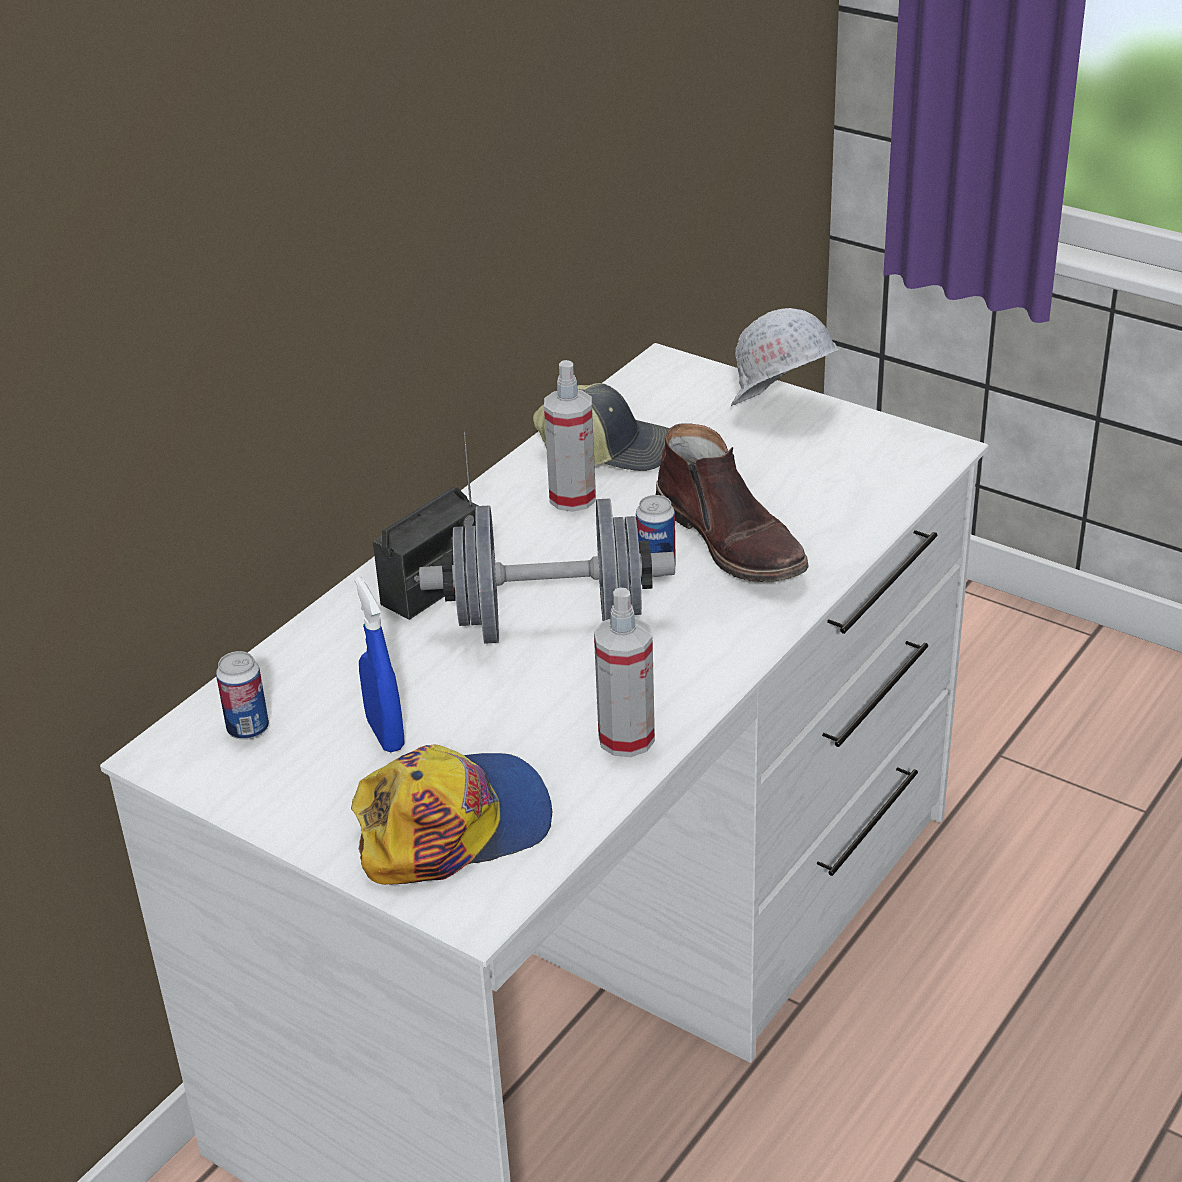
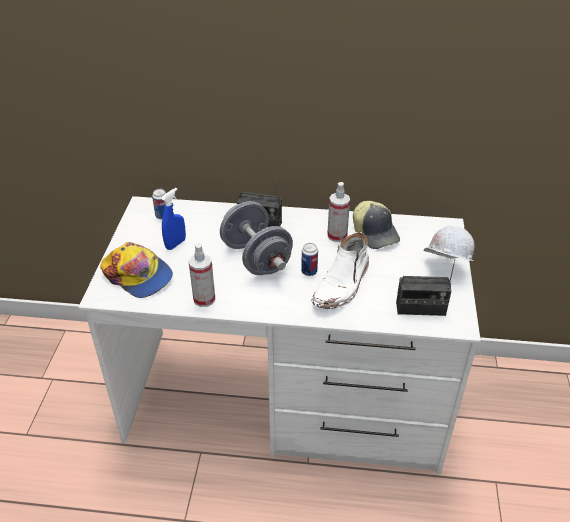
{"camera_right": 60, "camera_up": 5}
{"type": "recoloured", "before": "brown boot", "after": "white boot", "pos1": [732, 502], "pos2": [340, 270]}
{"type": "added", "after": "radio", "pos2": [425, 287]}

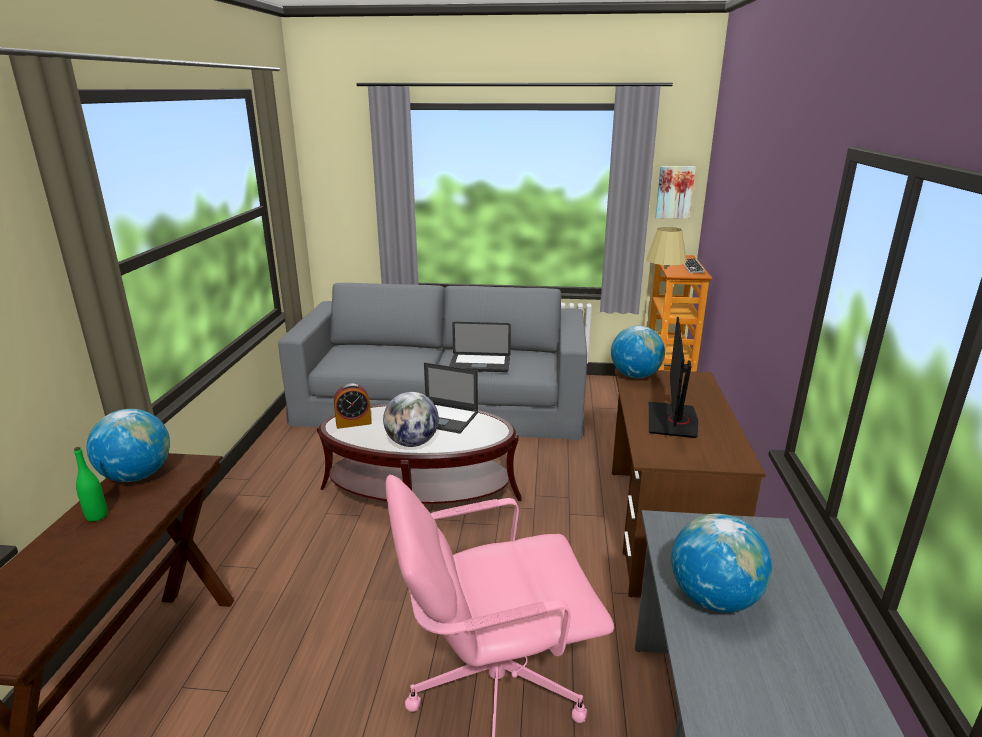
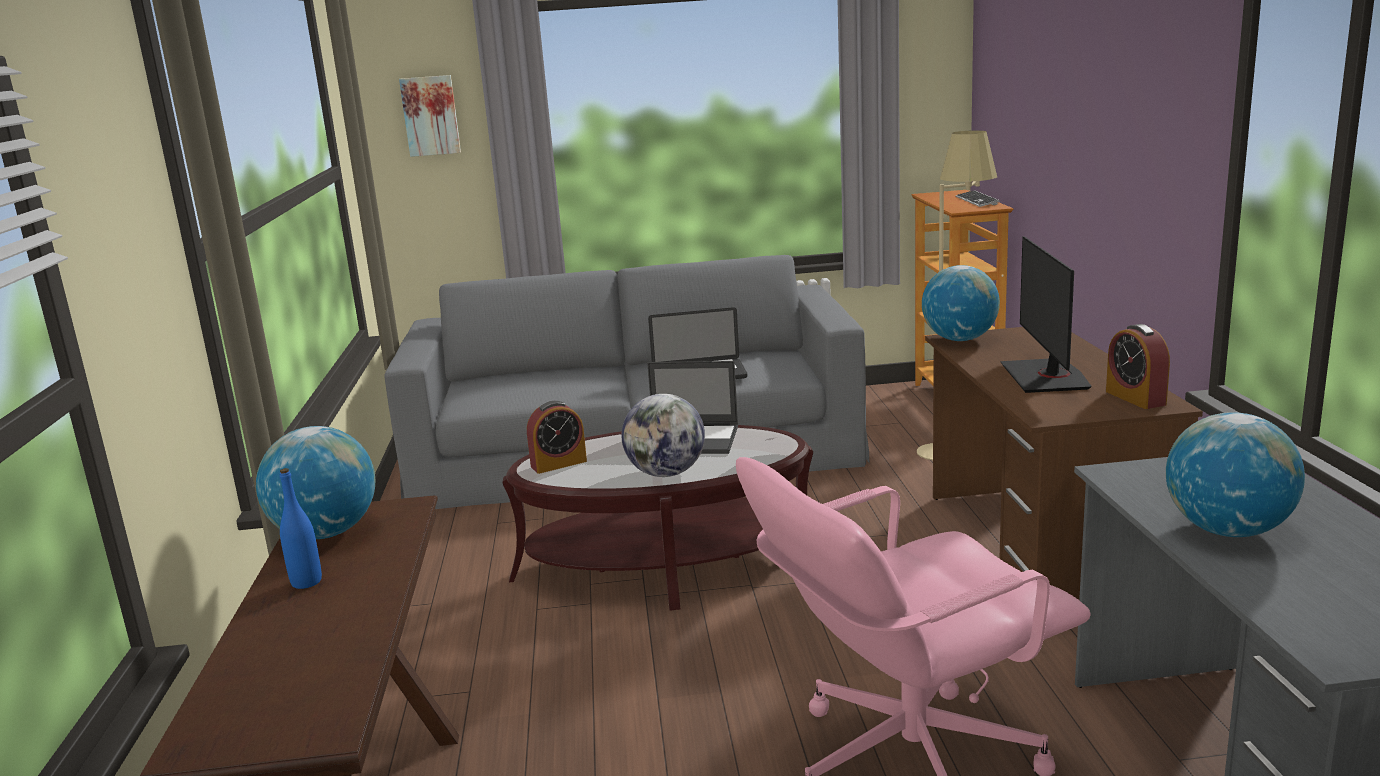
{"camera_right": -10, "camera_up": -5}
{"type": "recoloured", "before": "green bottle", "after": "blue bottle", "pos1": [90, 484], "pos2": [301, 528]}
{"type": "moved", "before": "picture", "pos1": [675, 192], "pos2": [430, 116]}
{"type": "added", "after": "alarm clock", "pos2": [1138, 366]}

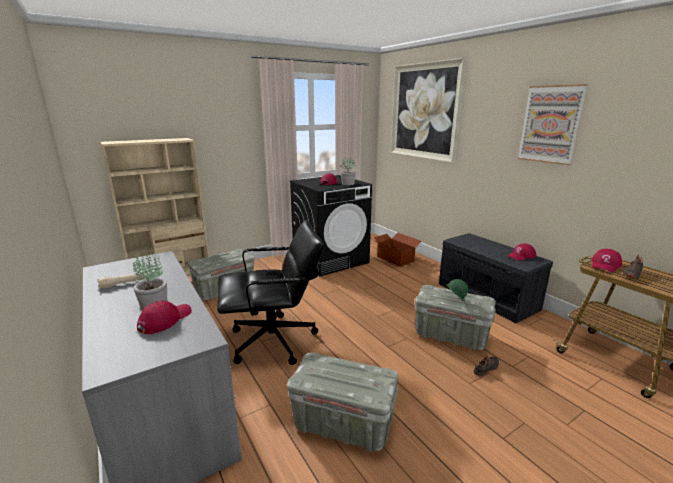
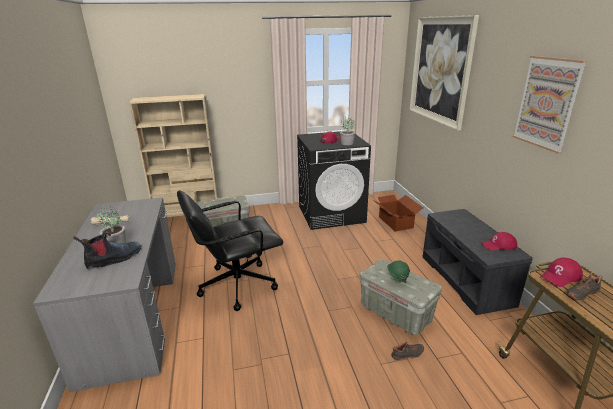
{"camera_right": 20, "camera_up": 5}
{"type": "replaced", "before": "red cap", "after": "boot", "pos1": [164, 317], "pos2": [107, 250]}
{"type": "turned", "before": "black office chair", "pos1": [270, 292], "pos2": [230, 250], "turn": 150}
{"type": "removed", "before": "grey storage box", "pos1": [343, 402]}

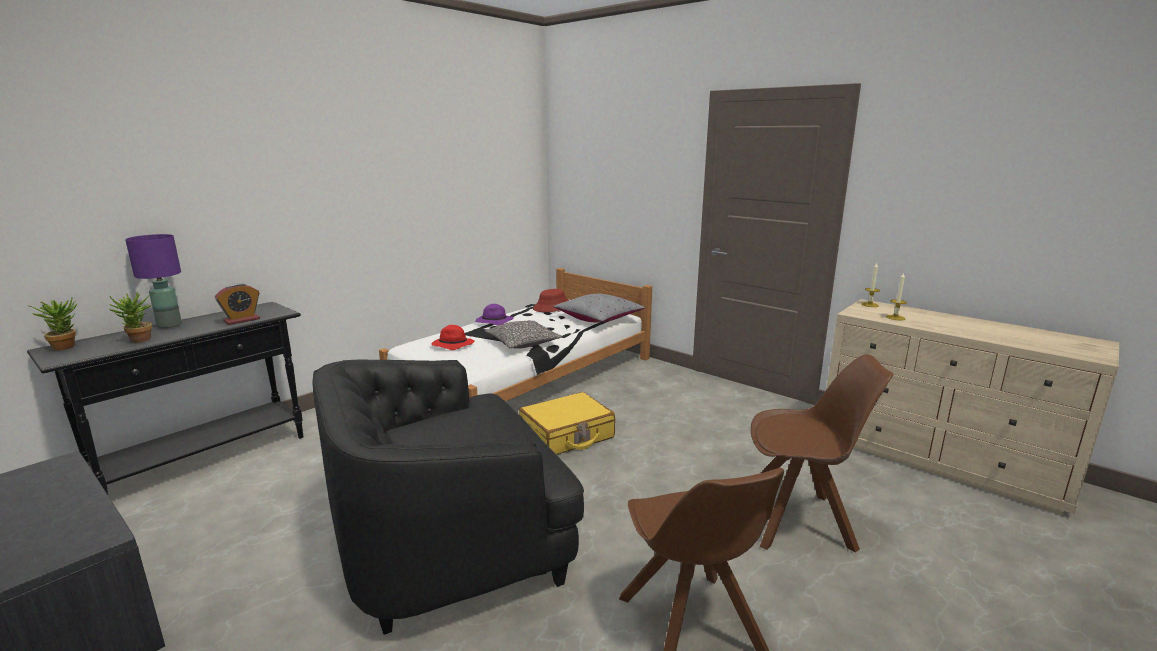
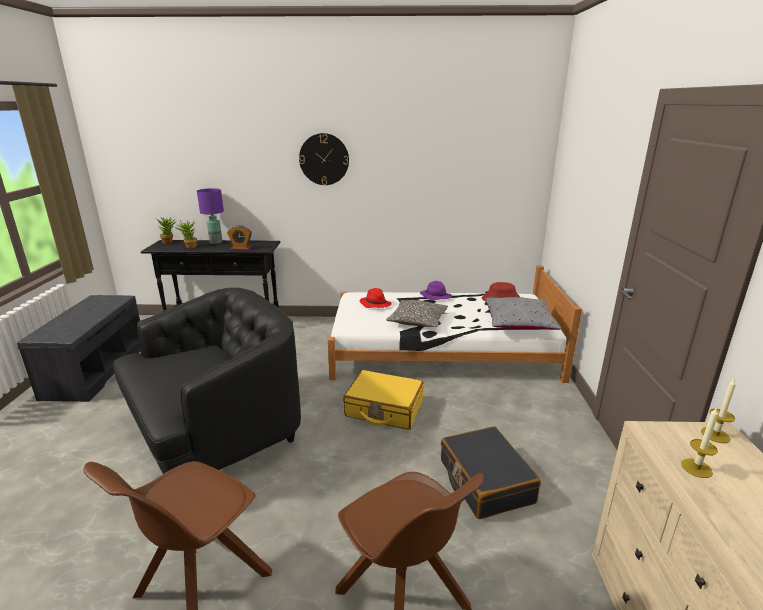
{"camera_right": 50, "camera_up": 5}
{"type": "turned", "before": "black armchair", "pos1": [448, 497], "pos2": [207, 380], "turn": 120}
{"type": "added", "after": "wall clock", "pos2": [324, 159]}
{"type": "added", "after": "black suitcase", "pos2": [491, 472]}

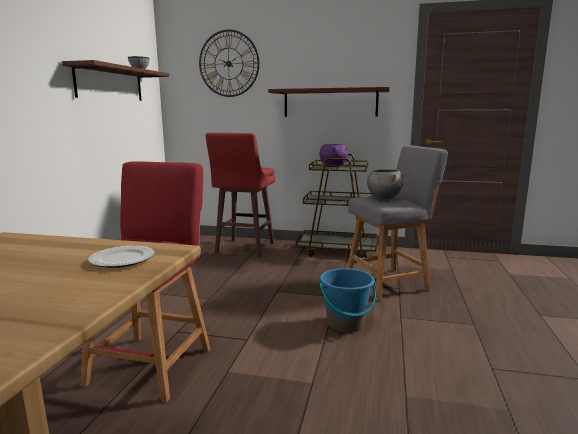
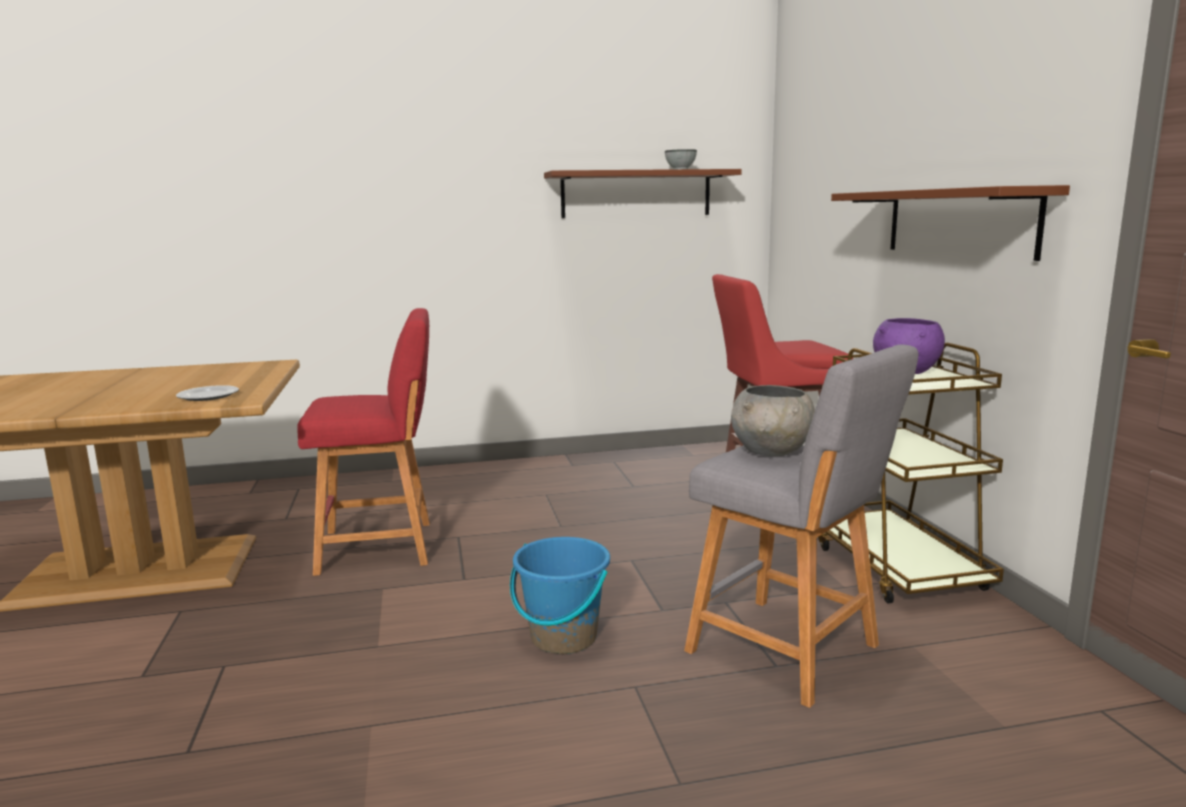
{"camera_right": 65, "camera_up": 0}
{"type": "removed", "before": "wall clock", "pos1": [229, 63]}

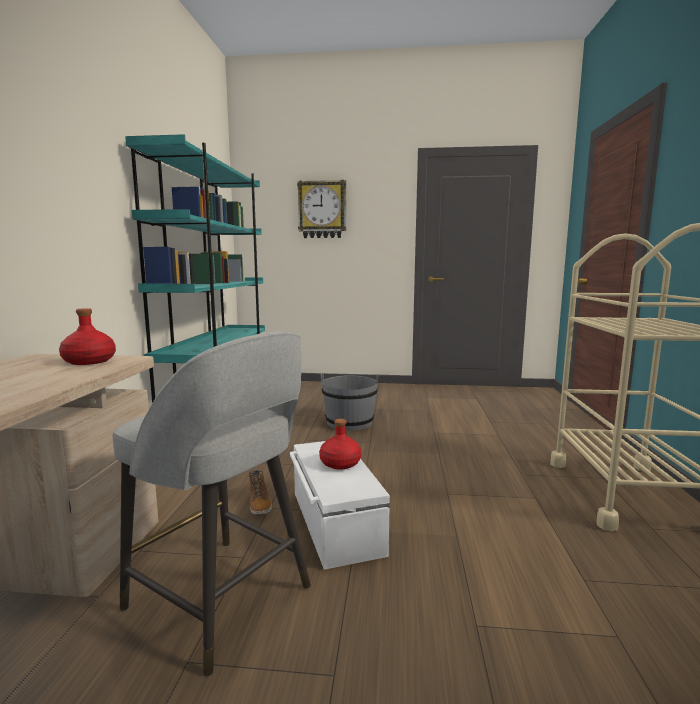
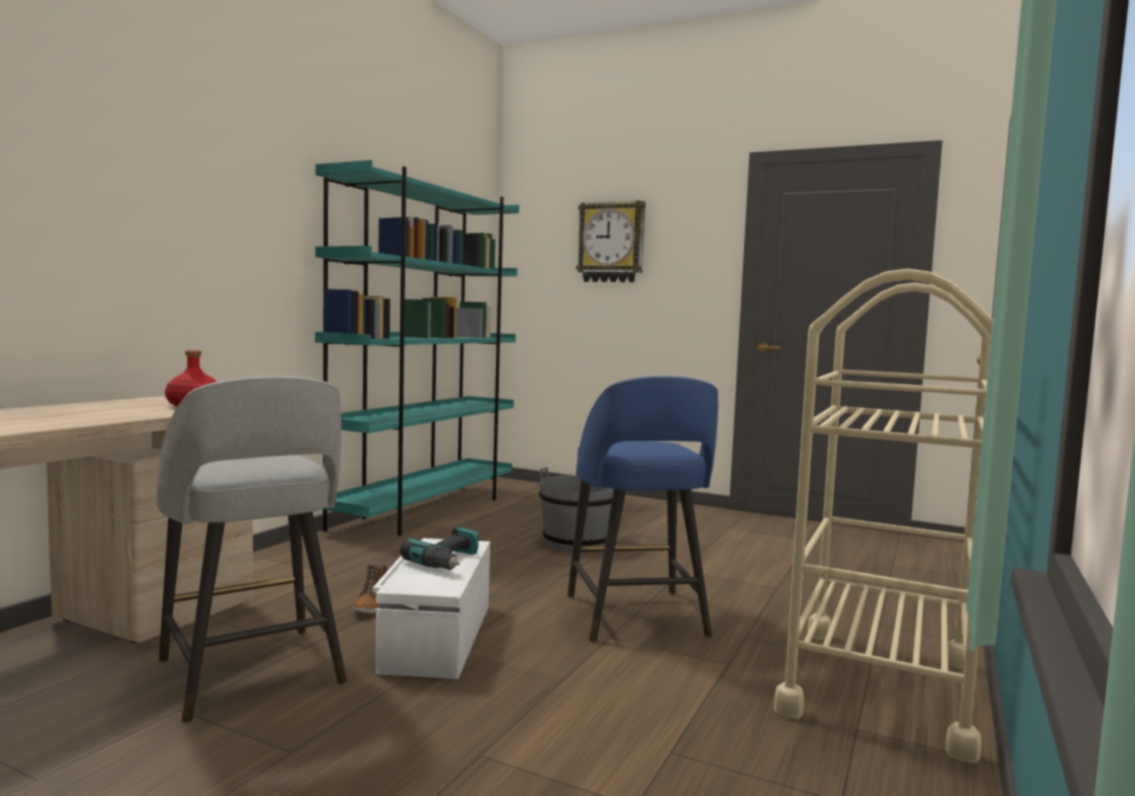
{"camera_right": 20, "camera_up": -5}
{"type": "replaced", "before": "red bottle", "after": "power drill", "pos1": [340, 444], "pos2": [439, 548]}
{"type": "added", "after": "blue stool", "pos2": [642, 509]}

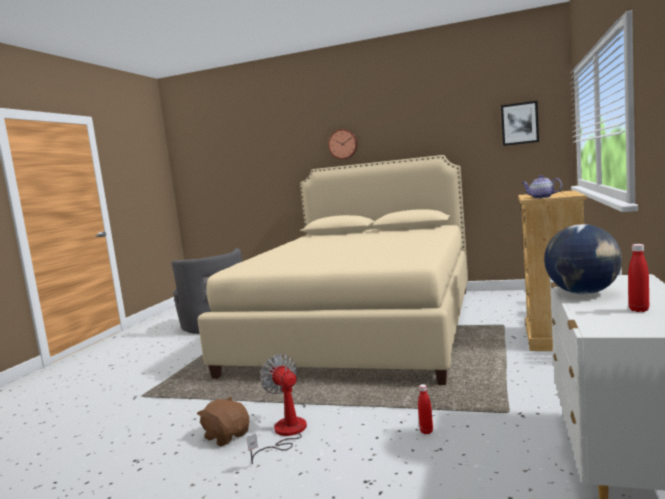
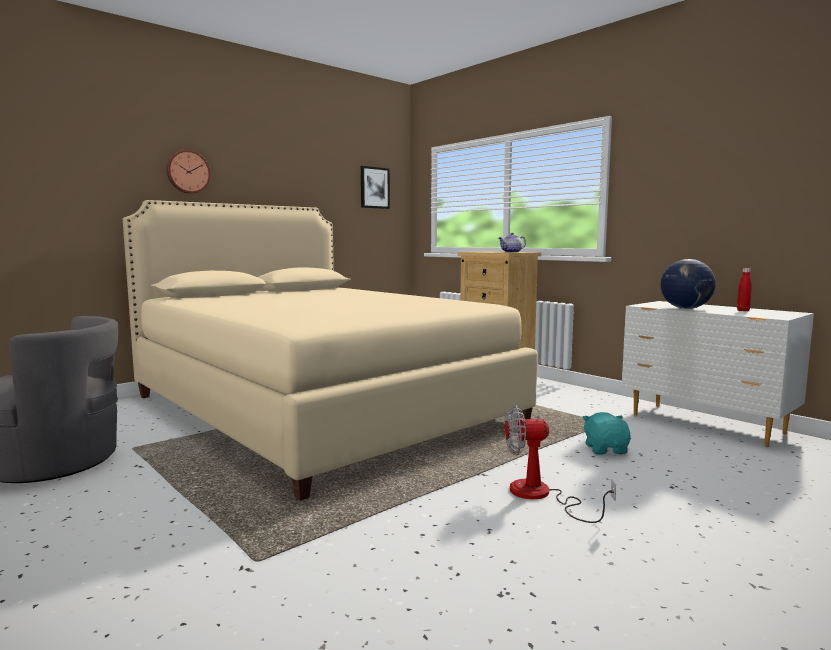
{"camera_right": -60, "camera_up": 0}
{"type": "replaced", "before": "red bottle", "after": "turquoise plush toy", "pos1": [425, 409], "pos2": [606, 433]}
{"type": "removed", "before": "brown plush toy", "pos1": [223, 422]}

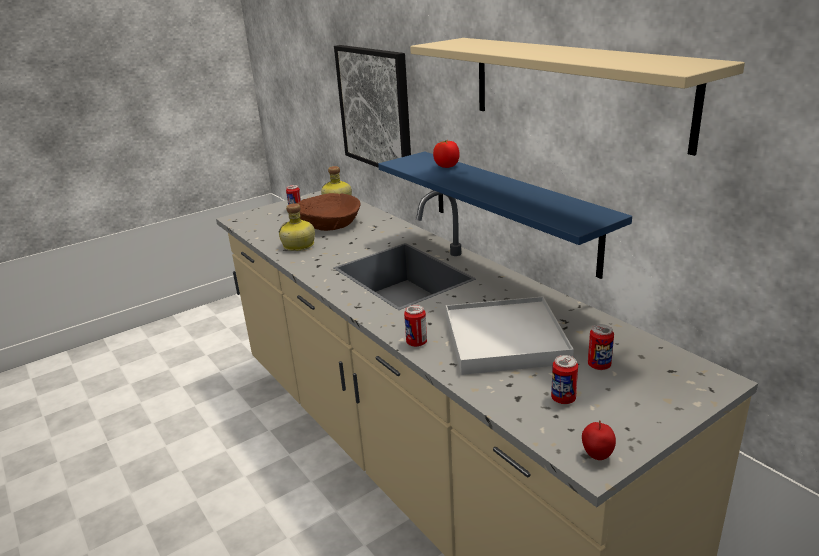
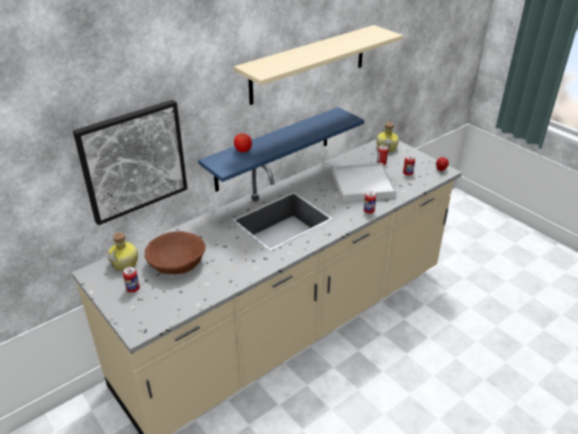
{"camera_right": -95, "camera_up": 10}
{"type": "moved", "before": "bottle", "pos1": [296, 227], "pos2": [387, 137]}

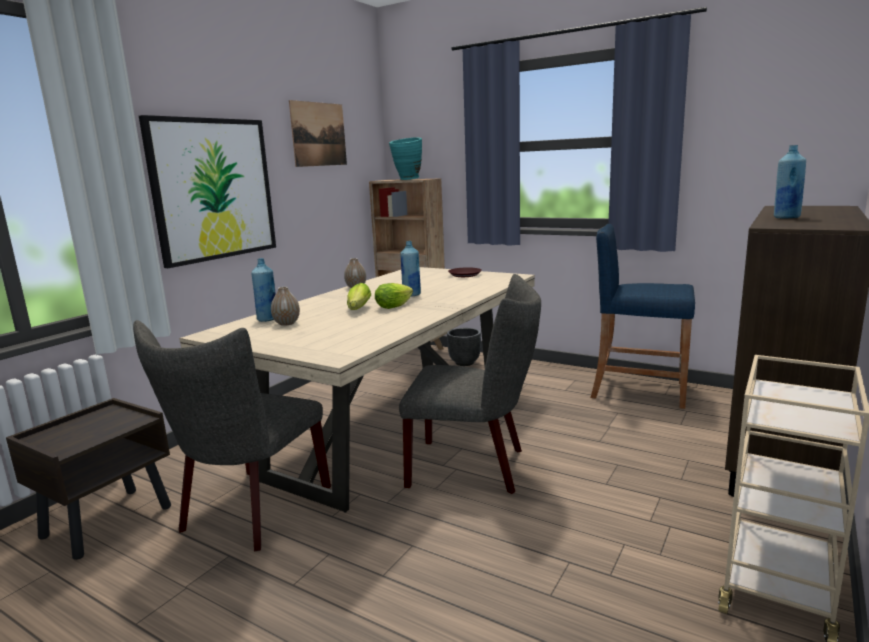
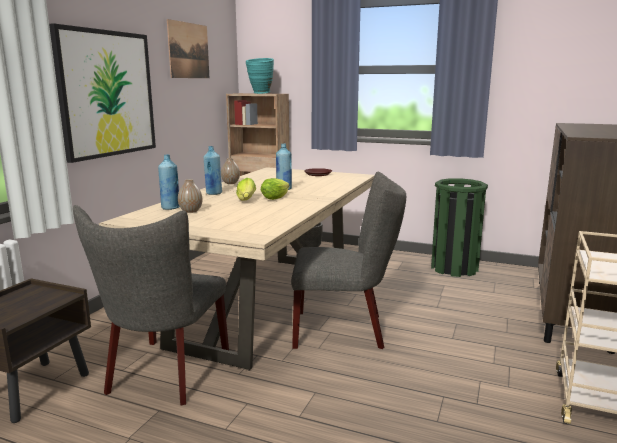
{"camera_right": -10, "camera_up": 0}
{"type": "moved", "before": "blue bottle", "pos1": [790, 181], "pos2": [213, 170]}
{"type": "replaced", "before": "blue stool", "after": "green trash can", "pos1": [642, 316], "pos2": [459, 227]}

